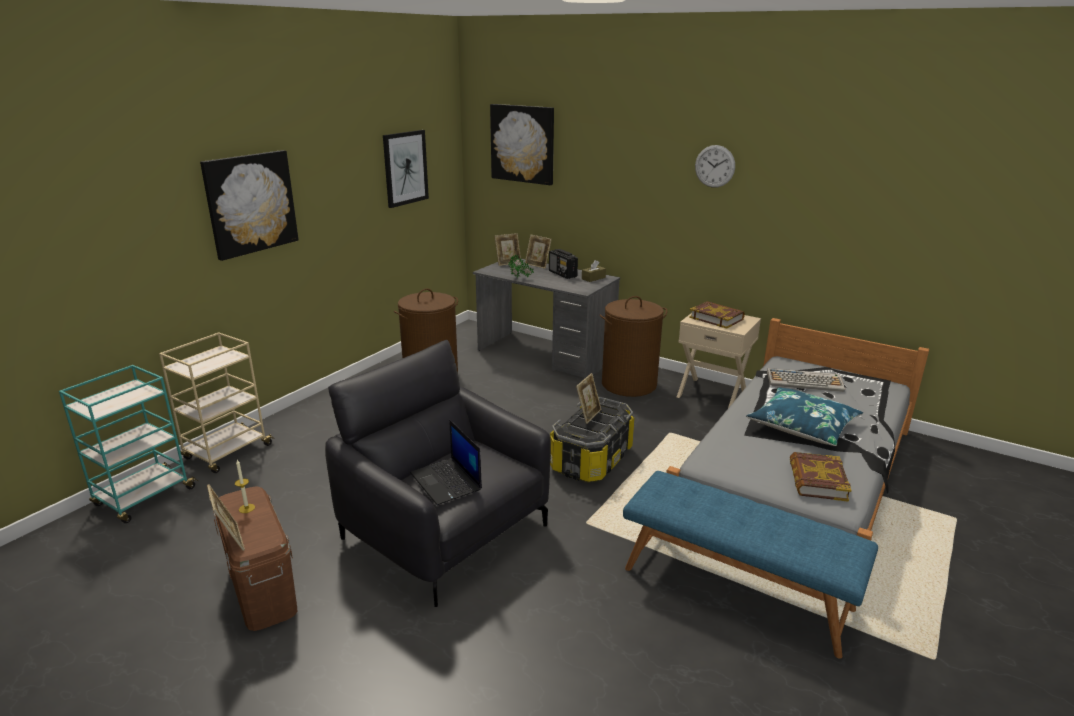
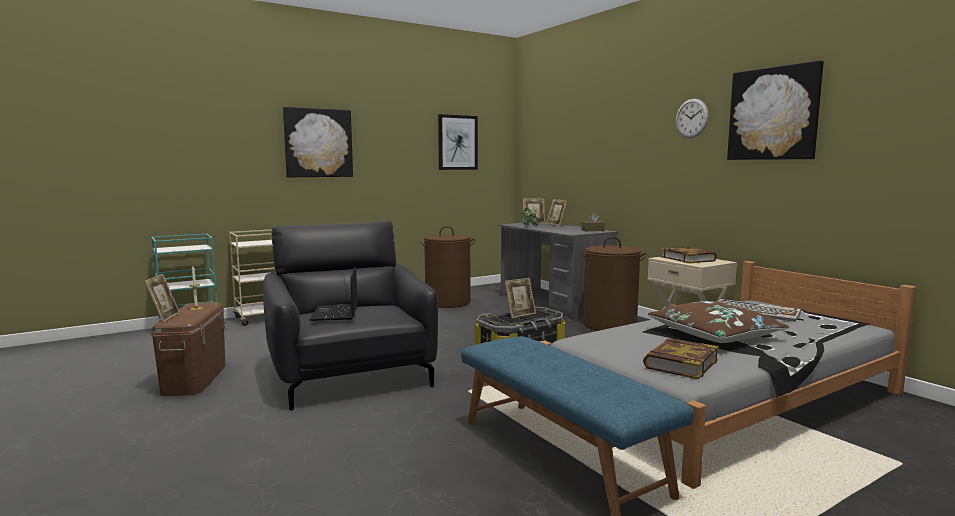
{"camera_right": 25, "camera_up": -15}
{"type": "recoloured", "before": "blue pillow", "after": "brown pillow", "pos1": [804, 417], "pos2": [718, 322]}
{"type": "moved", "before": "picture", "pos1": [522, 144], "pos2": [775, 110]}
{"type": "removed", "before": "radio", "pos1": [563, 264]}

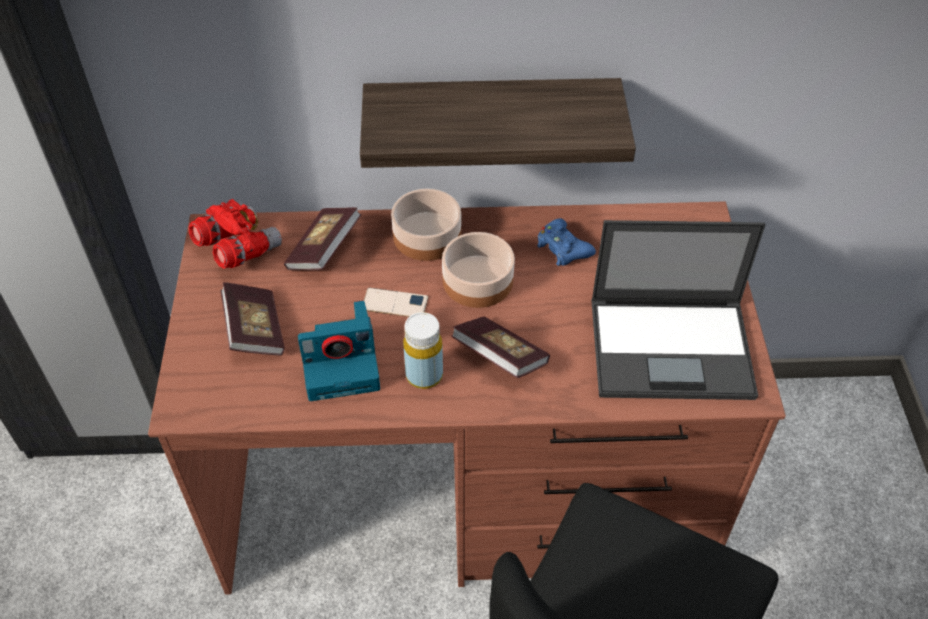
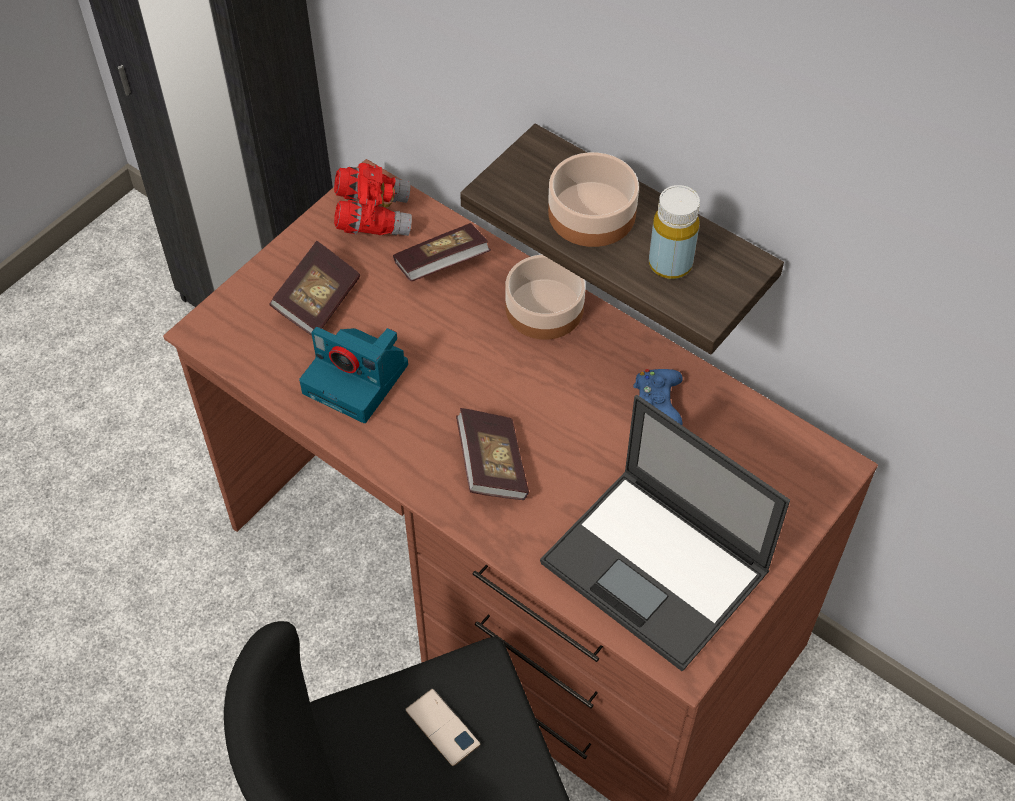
{"camera_right": 40, "camera_up": 5}
{"type": "moved", "before": "phone", "pos1": [396, 302], "pos2": [442, 727]}
{"type": "moved", "before": "bowl", "pos1": [478, 270], "pos2": [593, 199]}
{"type": "moved", "before": "yellow bottle", "pos1": [423, 350], "pos2": [674, 232]}

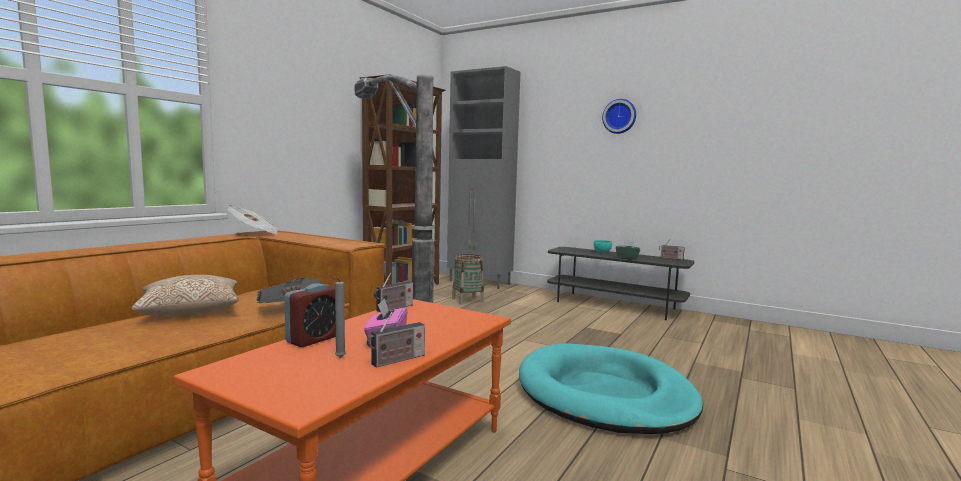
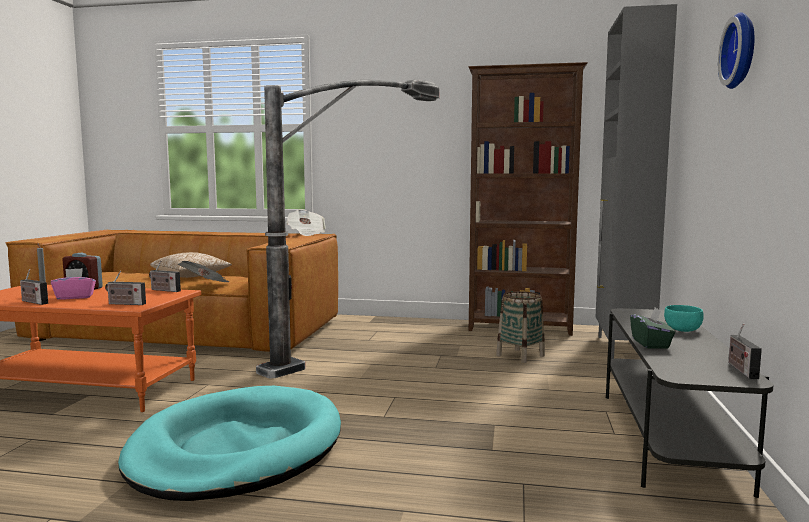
{"camera_right": 70, "camera_up": 0}
{"type": "added", "after": "radio", "pos2": [125, 288]}

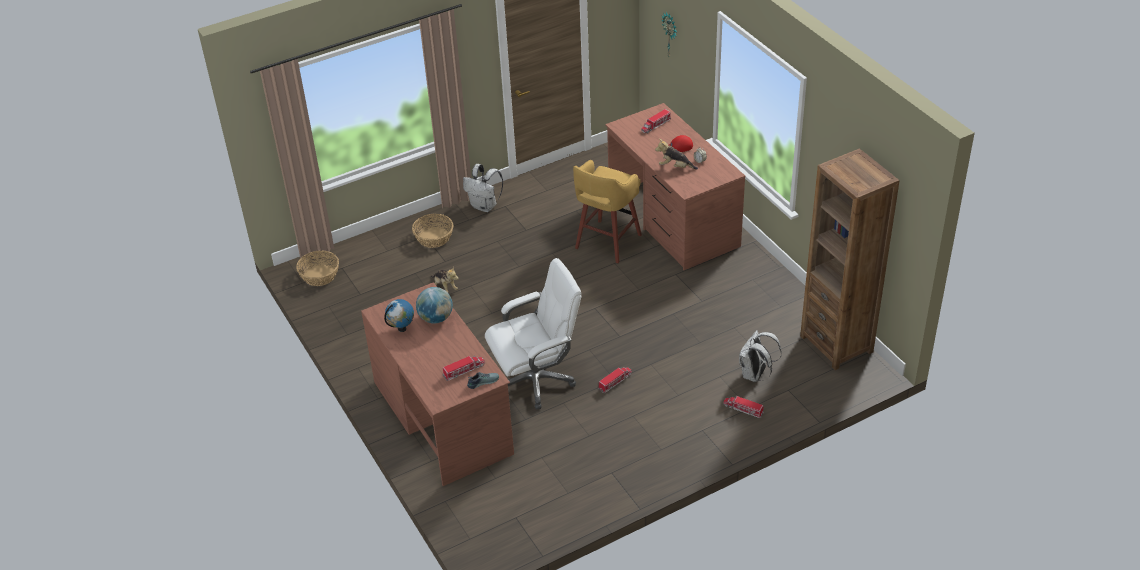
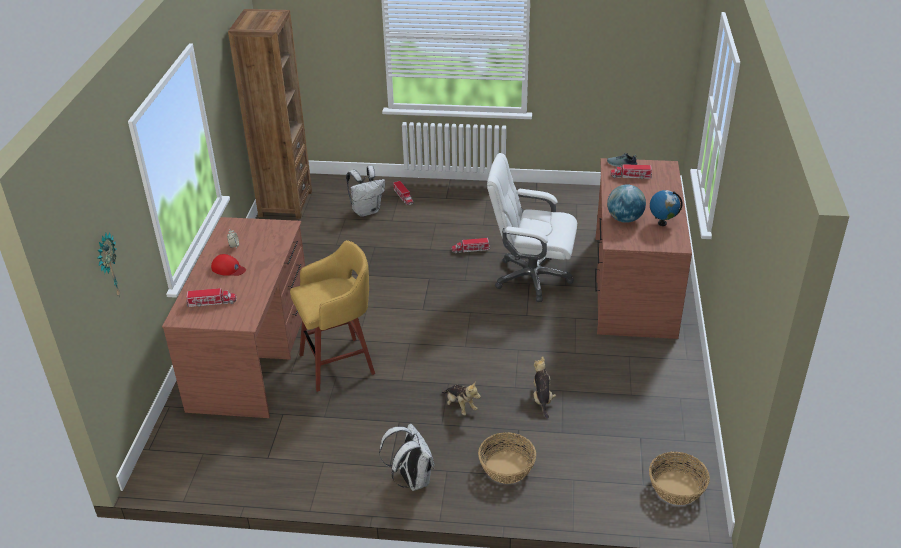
{"camera_right": -145, "camera_up": -5}
{"type": "moved", "before": "plush toy", "pos1": [676, 154], "pos2": [461, 399]}

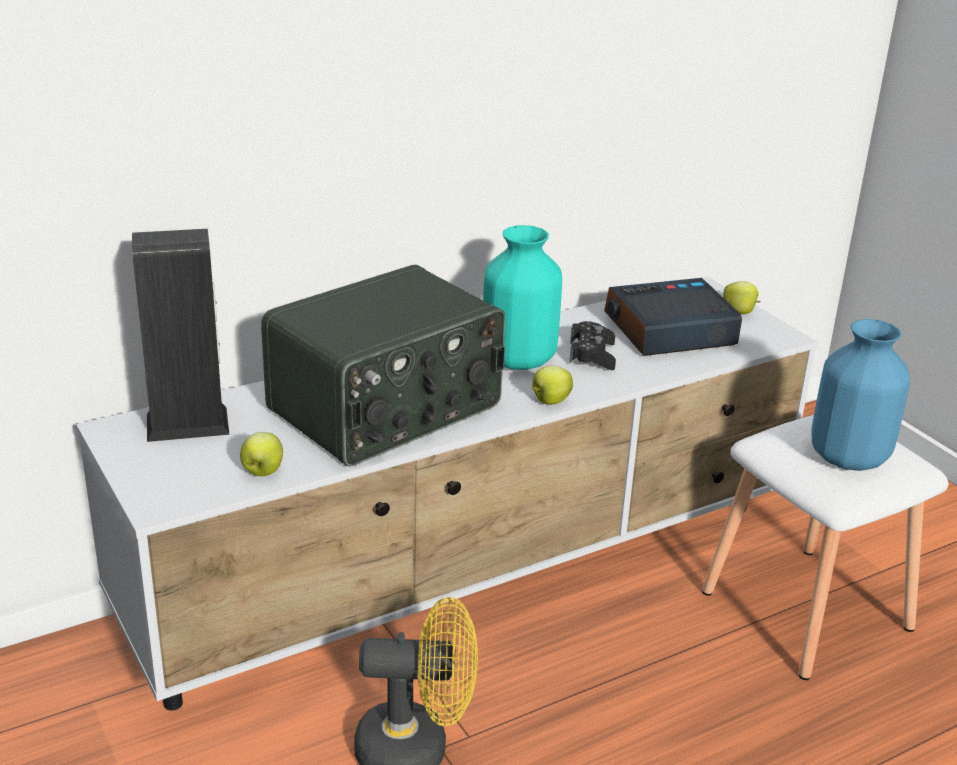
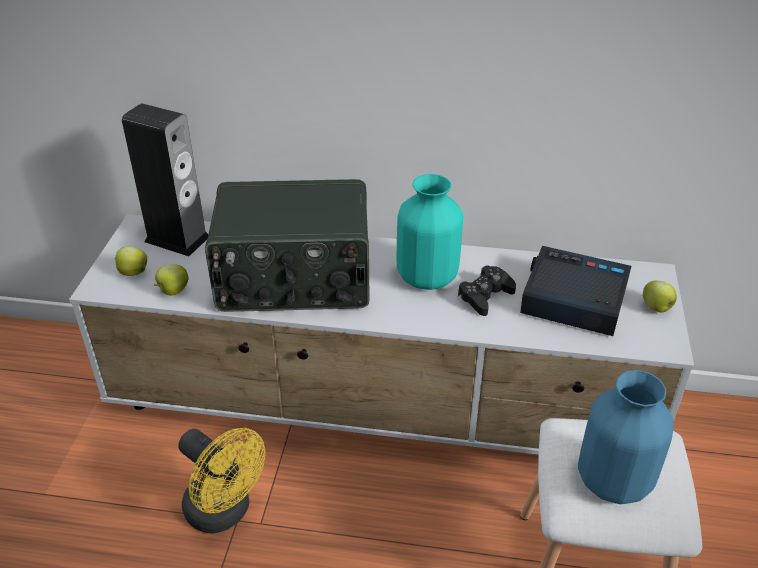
{"camera_right": 40, "camera_up": 10}
{"type": "moved", "before": "apple", "pos1": [552, 385], "pos2": [130, 261]}

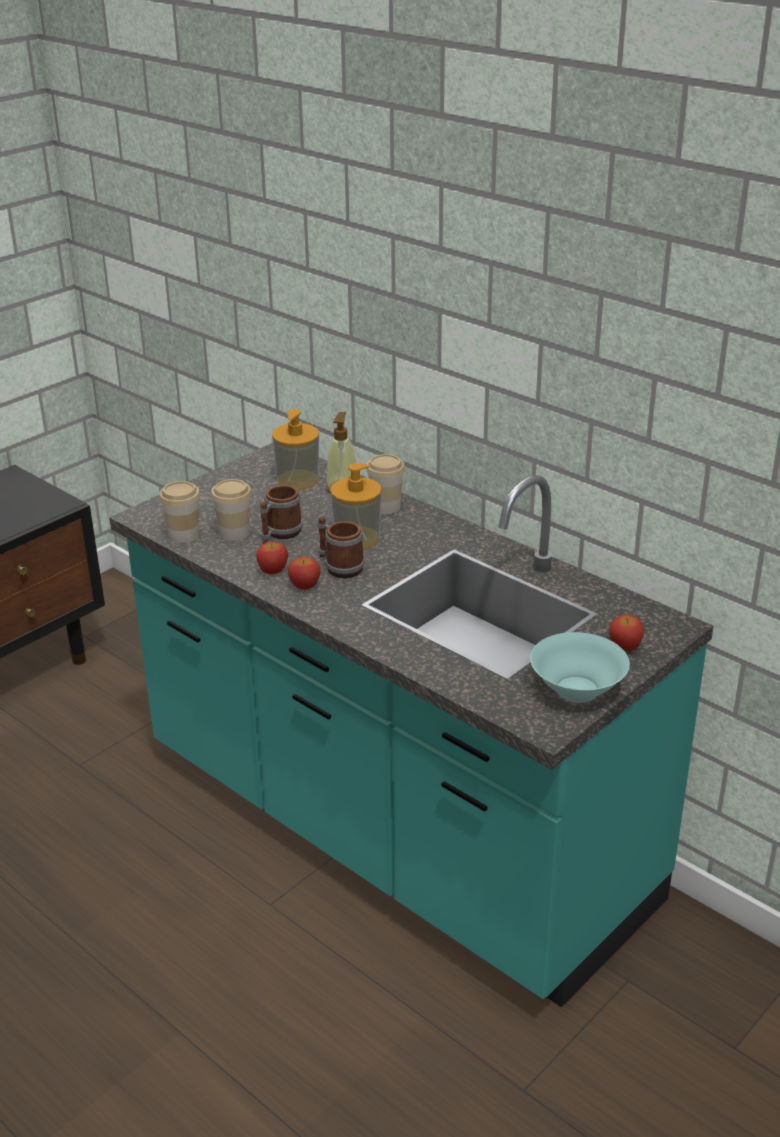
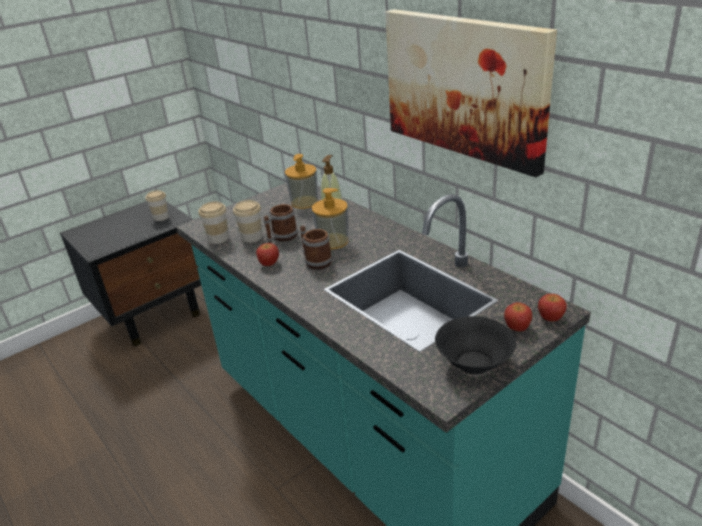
{"camera_right": 10, "camera_up": 0}
{"type": "moved", "before": "cup", "pos1": [385, 484], "pos2": [157, 205]}
{"type": "added", "after": "picture", "pos2": [471, 93]}
{"type": "recoloured", "before": "turquoise bowl", "after": "black bowl", "pos1": [580, 667], "pos2": [475, 345]}
{"type": "moved", "before": "apple", "pos1": [304, 573], "pos2": [552, 307]}

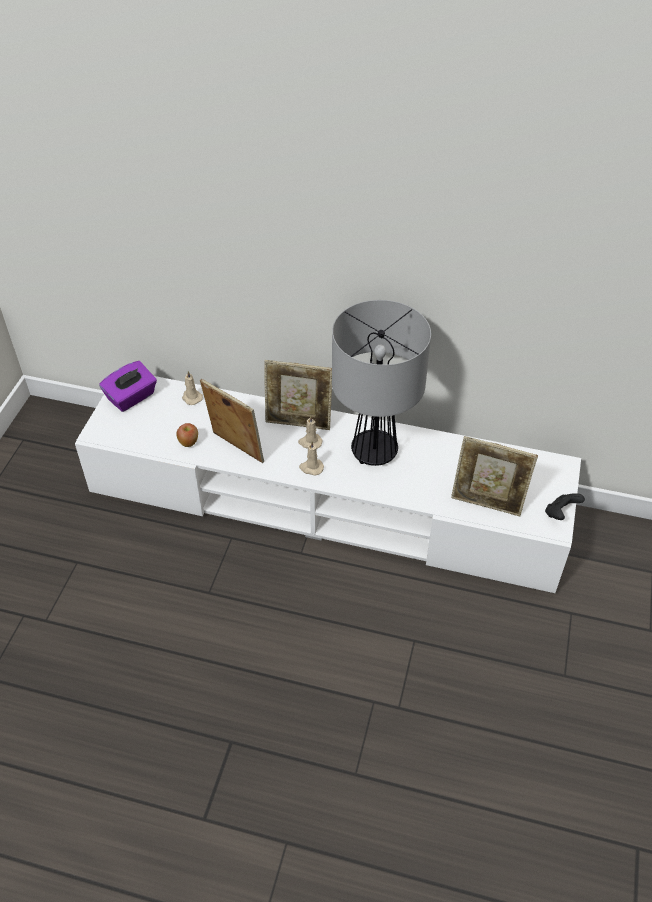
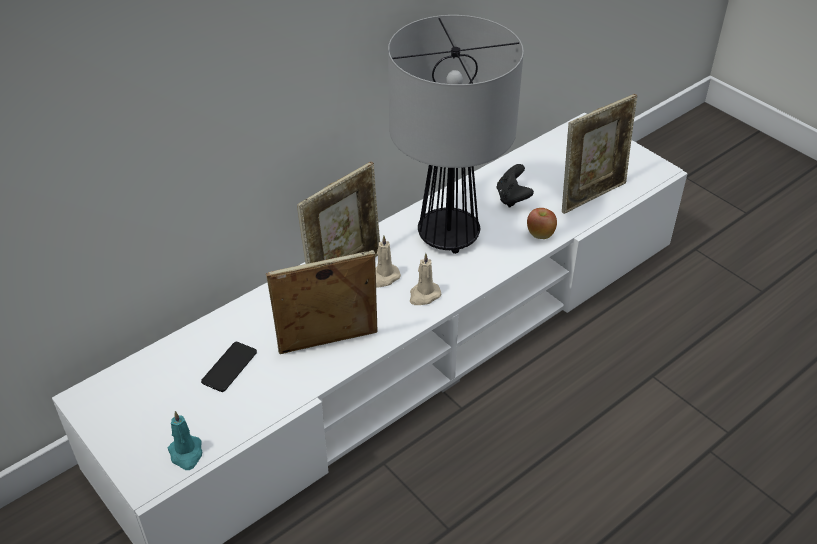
{"camera_right": -55, "camera_up": -5}
{"type": "added", "after": "turquoise candle", "pos2": [185, 440]}
{"type": "added", "after": "phone", "pos2": [229, 367]}
{"type": "moved", "before": "black game controller", "pos1": [565, 506], "pos2": [515, 186]}
{"type": "moved", "before": "apple", "pos1": [187, 435], "pos2": [542, 223]}
{"type": "removed", "before": "purple tissue box", "pos1": [128, 386]}
{"type": "removed", "before": "beige candle", "pos1": [192, 388]}

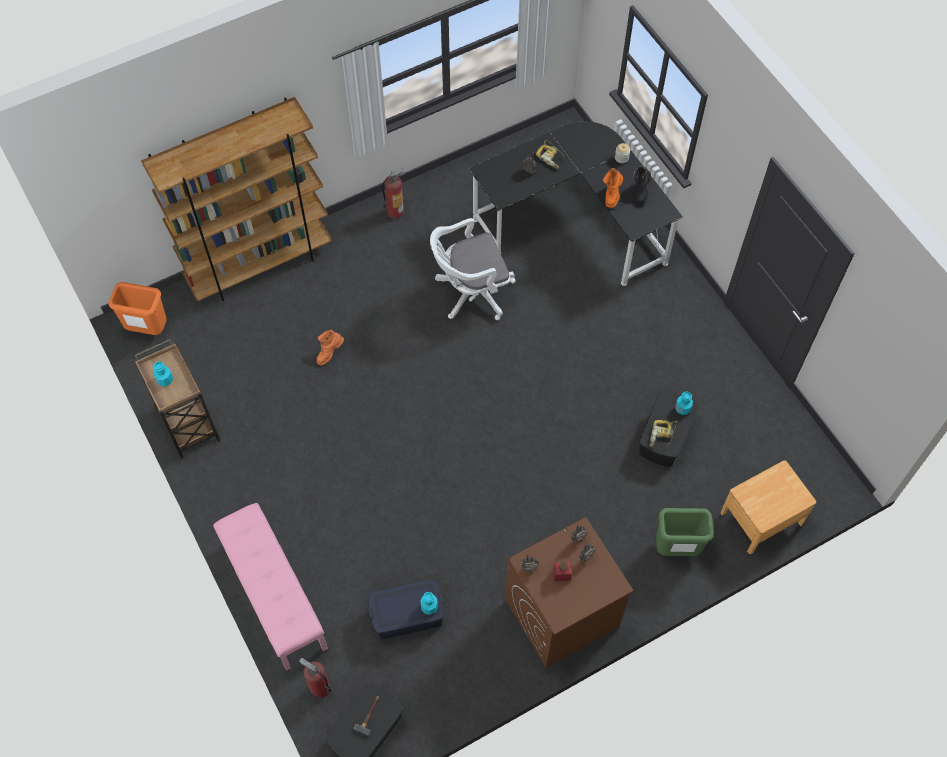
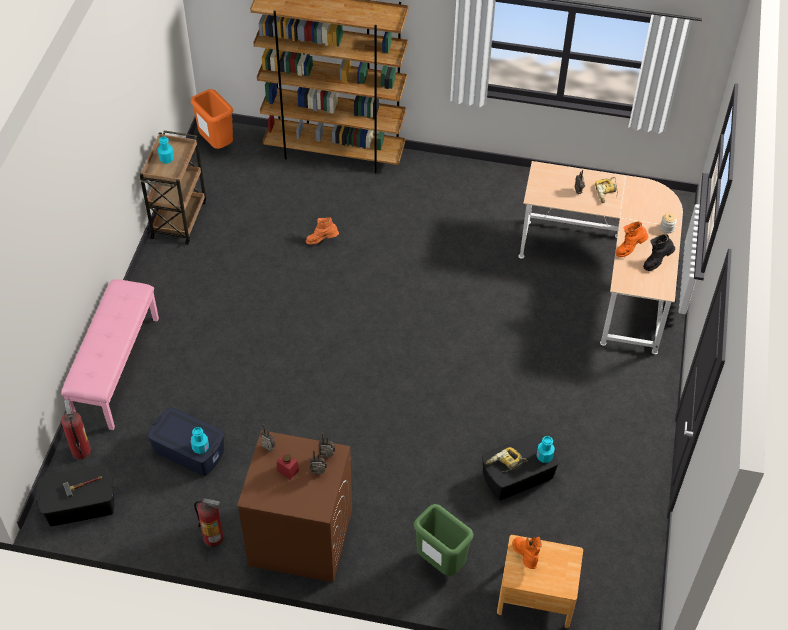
{"camera_right": 40, "camera_up": -10}
{"type": "moved", "before": "fire extinguisher", "pos1": [393, 194], "pos2": [209, 522]}
{"type": "added", "after": "orange boot", "pos2": [527, 553]}
{"type": "recoloured", "before": "black desk", "after": "beige desk", "pos1": [576, 203], "pos2": [600, 257]}
{"type": "removed", "before": "white office chair", "pos1": [473, 269]}

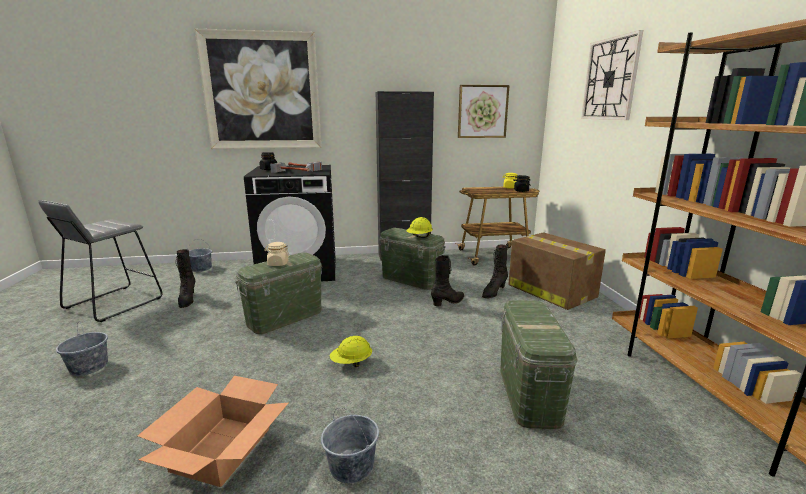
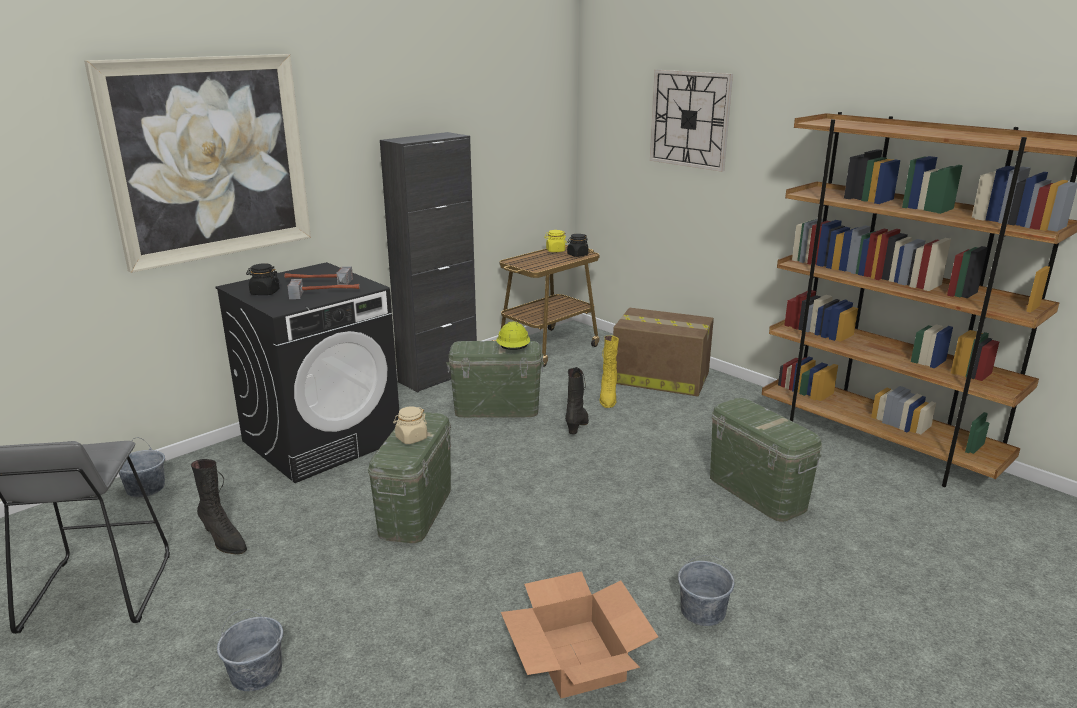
{"camera_right": -35, "camera_up": 5}
{"type": "recoloured", "before": "black boot", "after": "yellow boot", "pos1": [495, 271], "pos2": [609, 371]}
{"type": "removed", "before": "yellow hard hat", "pos1": [351, 351]}
{"type": "removed", "before": "picture", "pos1": [484, 111]}

